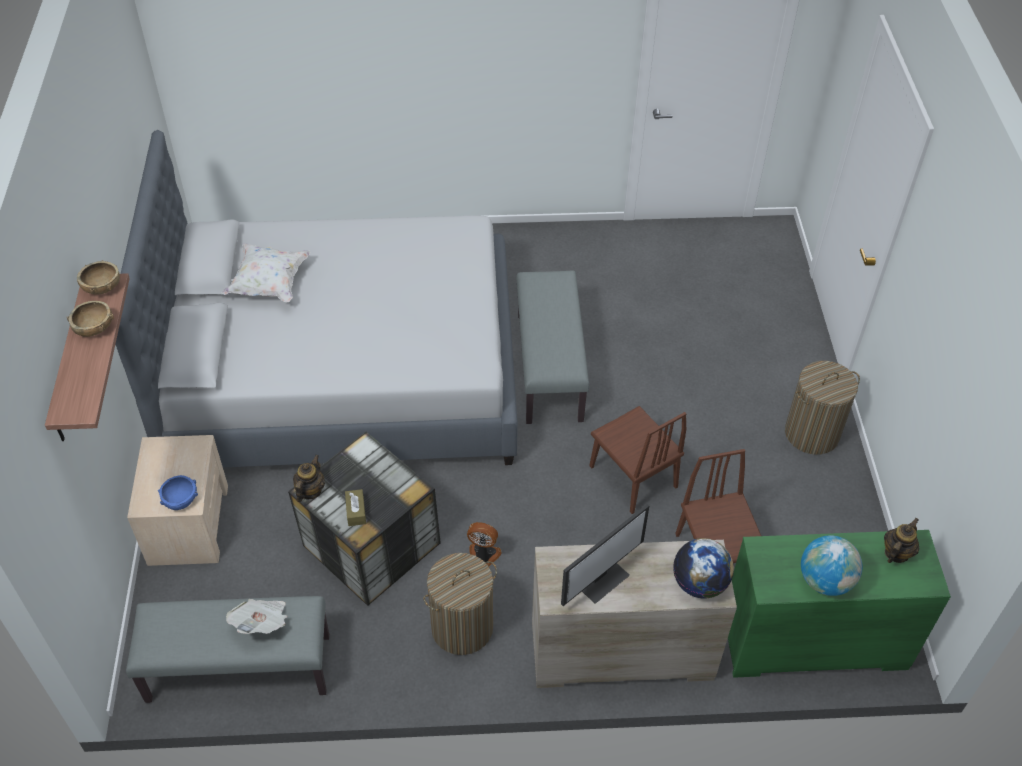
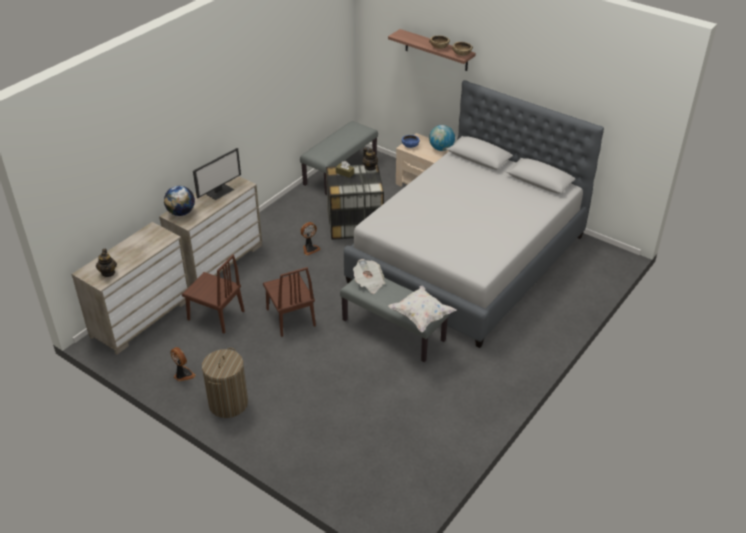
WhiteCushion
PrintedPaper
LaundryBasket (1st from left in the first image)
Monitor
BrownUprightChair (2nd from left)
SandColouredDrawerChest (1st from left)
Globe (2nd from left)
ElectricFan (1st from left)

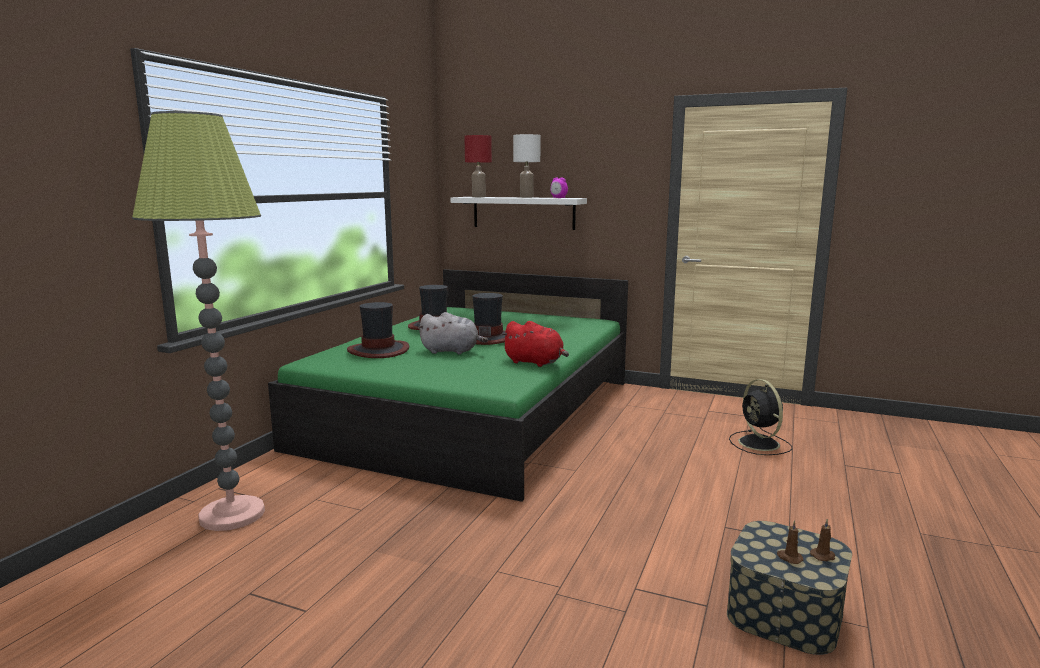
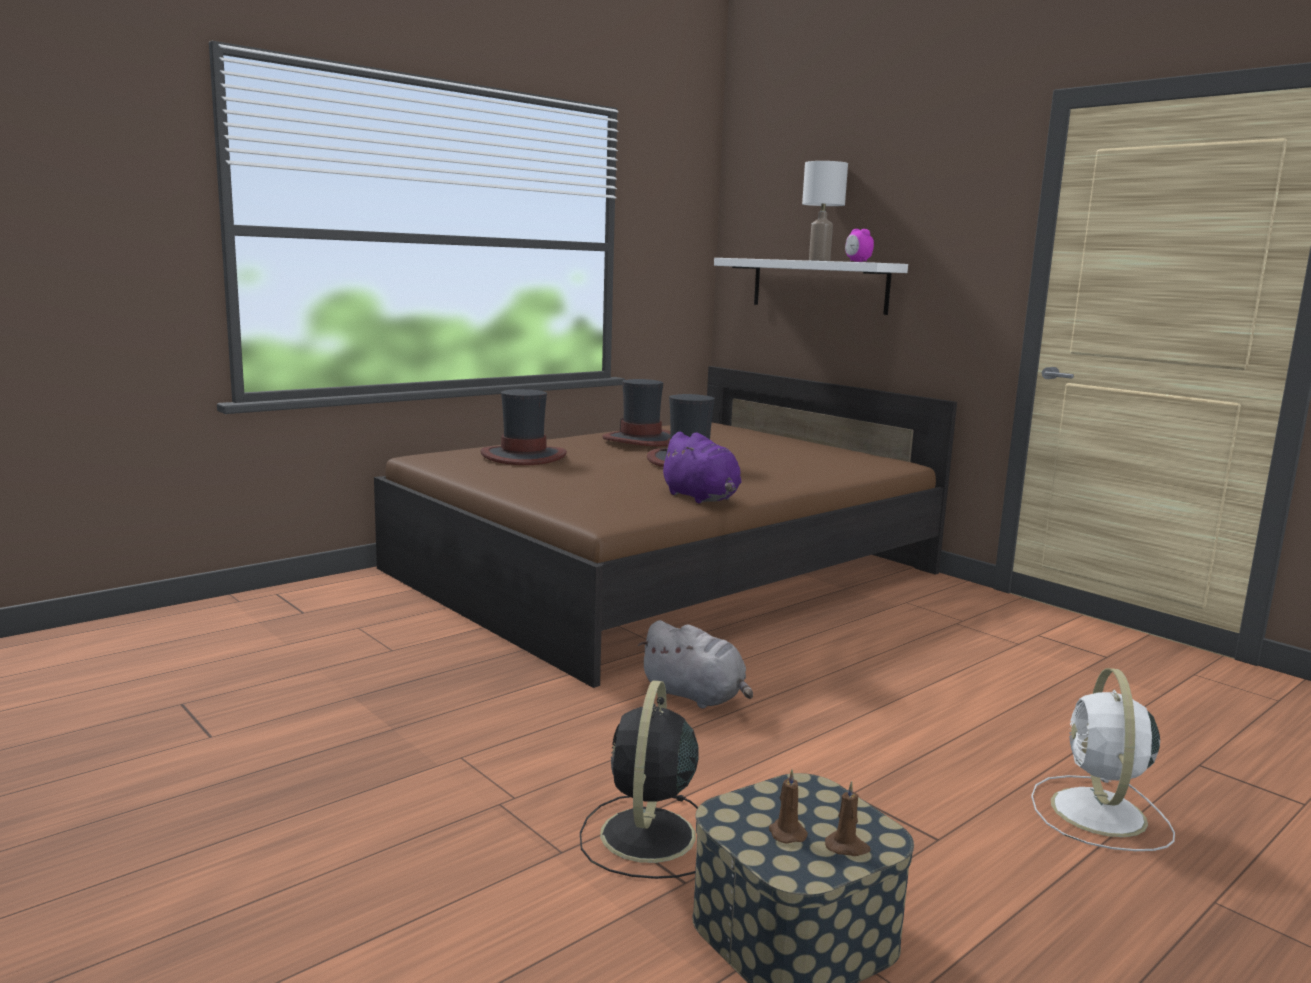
StandardLamp
BrownSleepingBed
GrayPlushToy
RedLampForATable
PurpleColouredPlushToy
BlackElectricFan
WhiteElectricFan

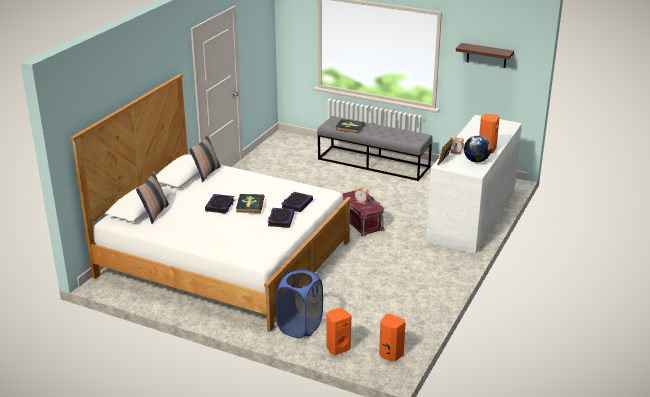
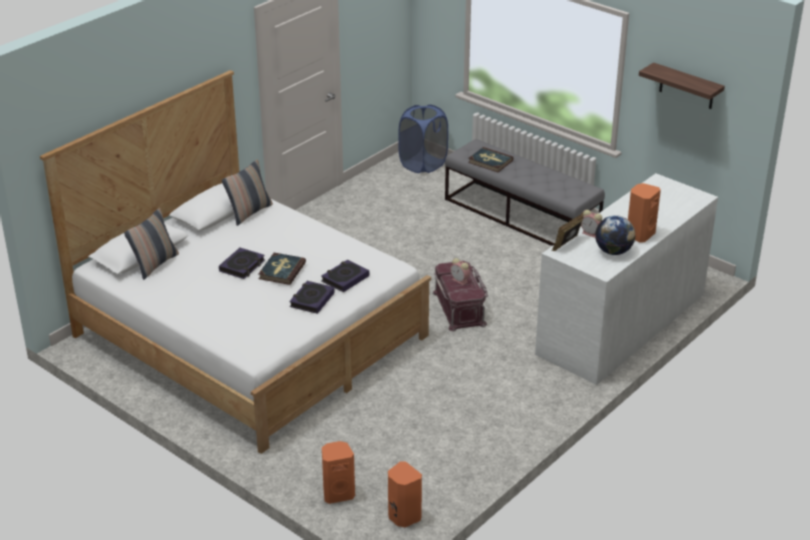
BlueColouredLaundryBasket

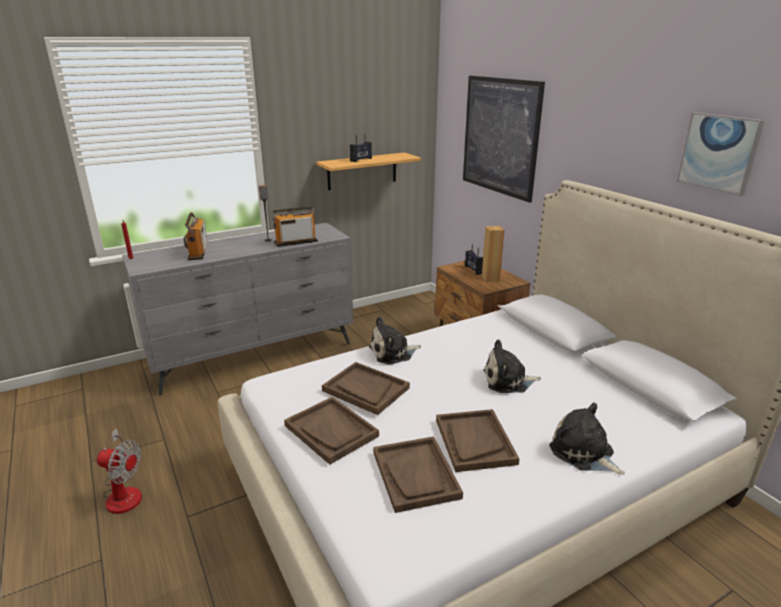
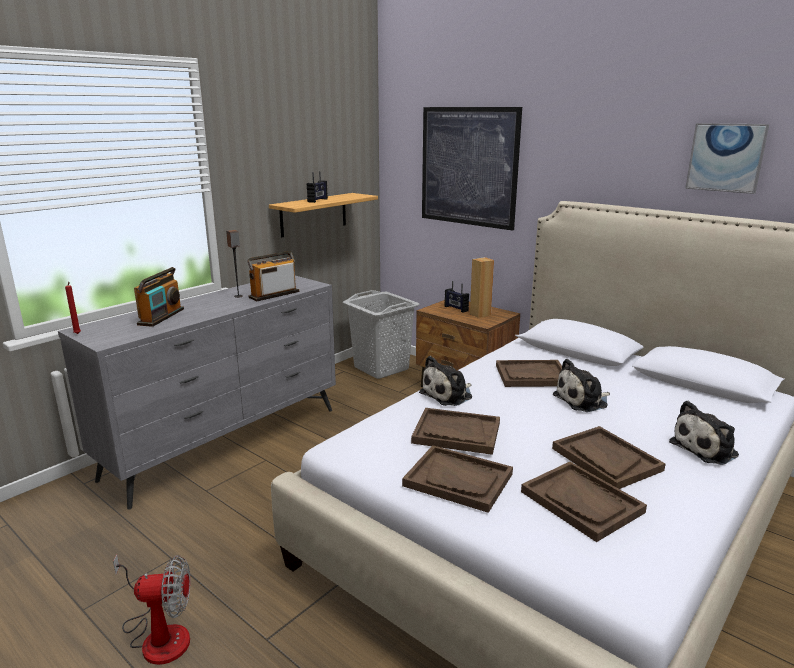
RadioSet (1st from left)
PlushToy (3rd from left)
GrayLaundryBasket
BrownCarryingTray (3rd from left)

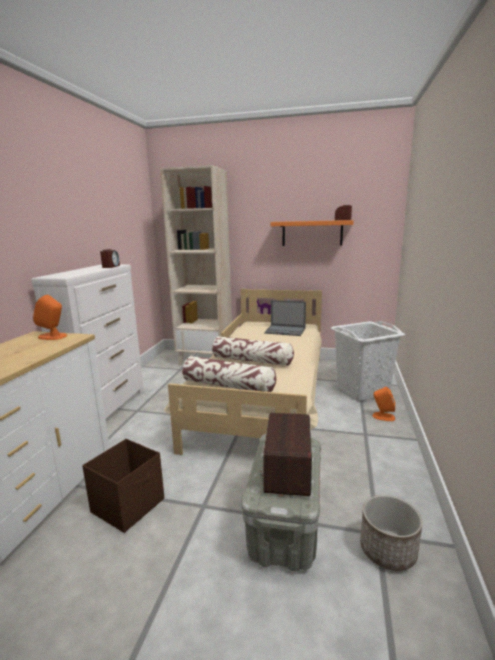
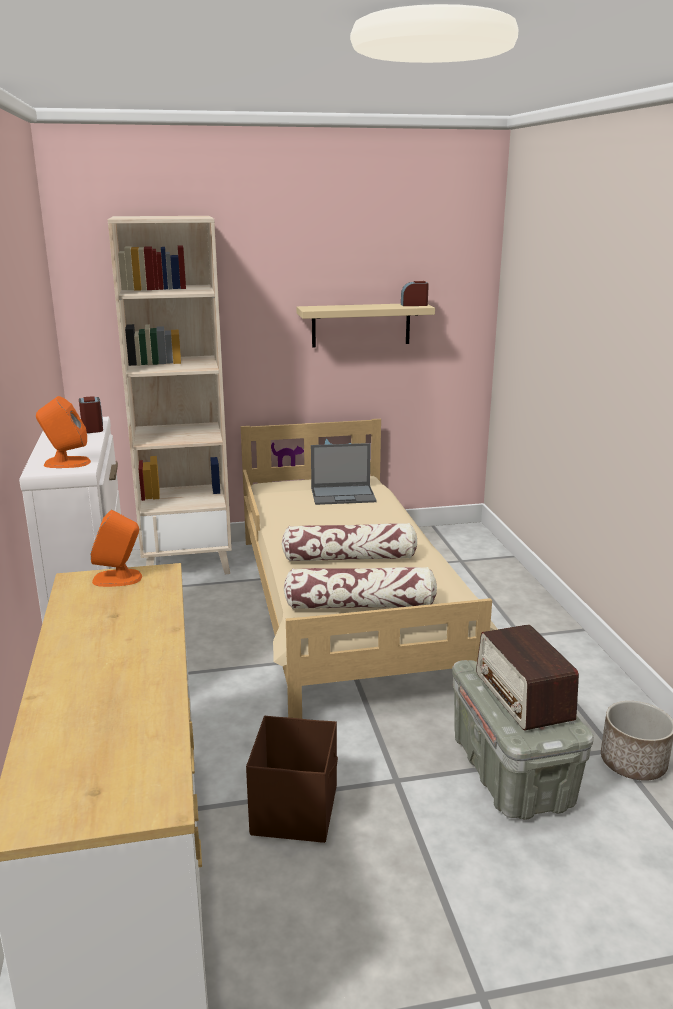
SandColouredWallShelf
WhiteLaundryBasket
OrangeColouredLoudspeaker (1st from left)

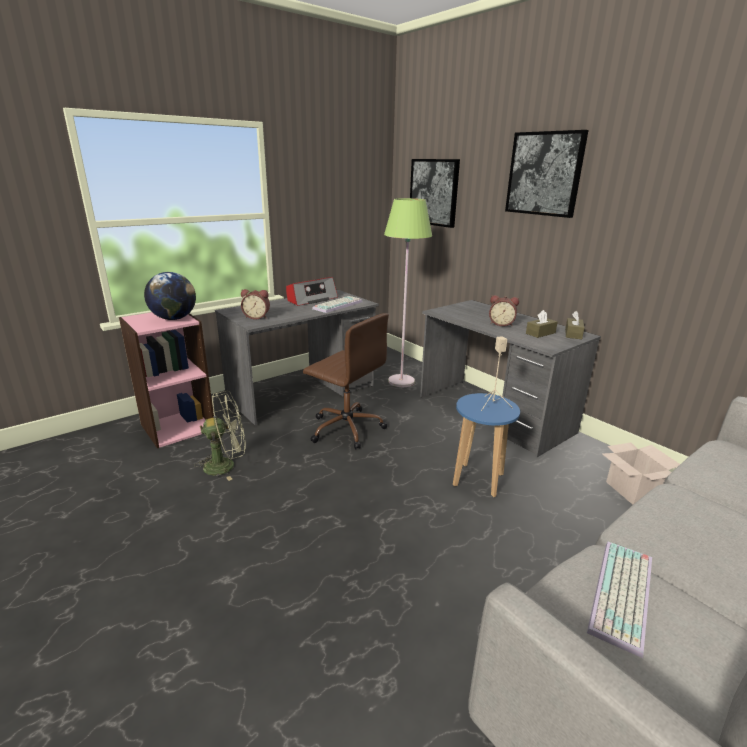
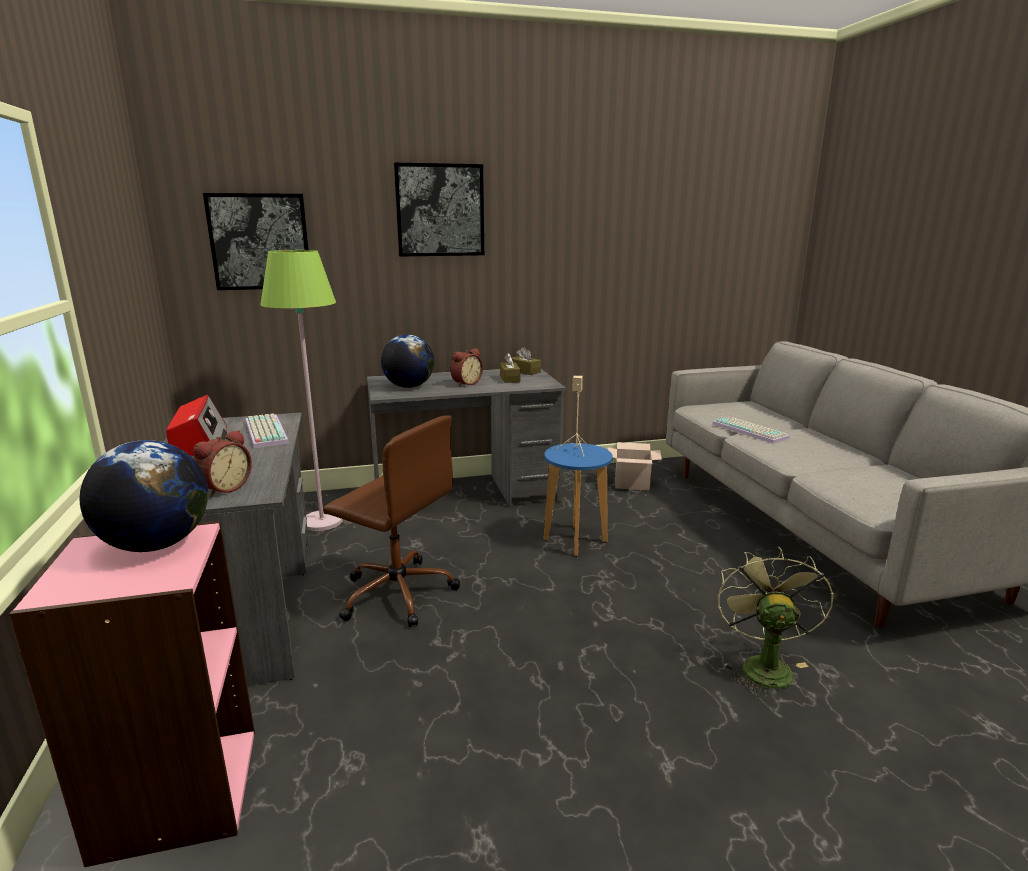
GreenElectricFan
BrownComputerChair
ComputerKeyboard (2nd from left)
Globe (2nd from left)

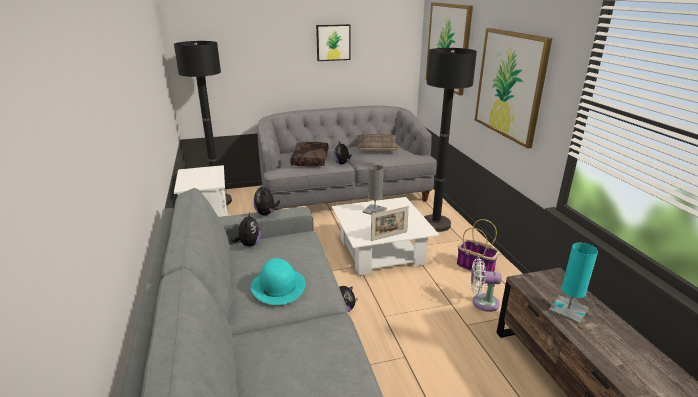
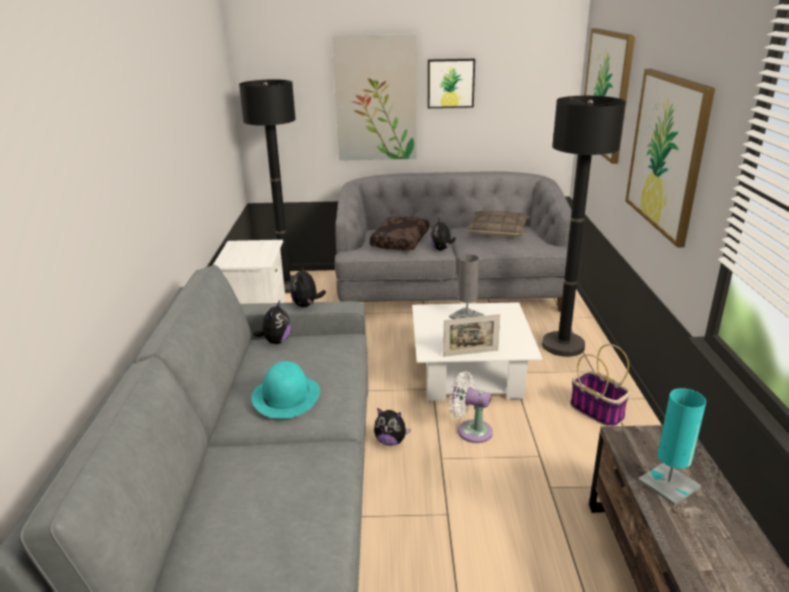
WhiteElectricFan
Picture (1st from left)

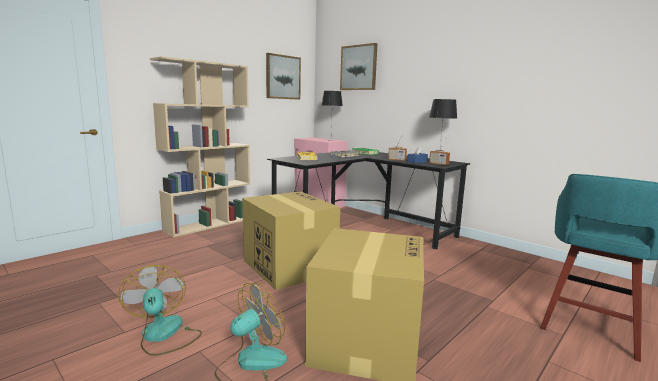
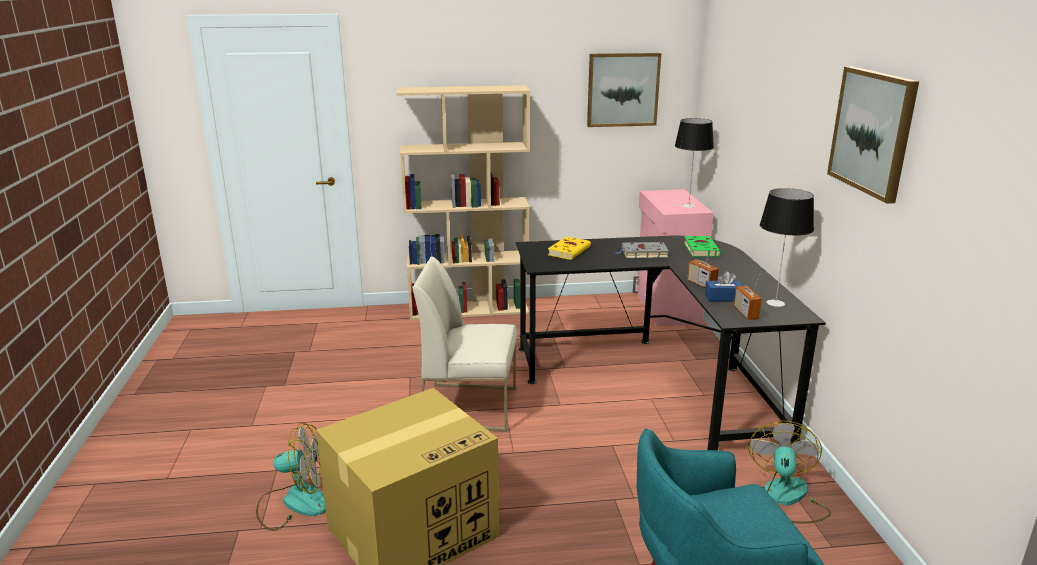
ElectricFan (2nd from left)
WhiteUprightChair
Picture (2nd from left)

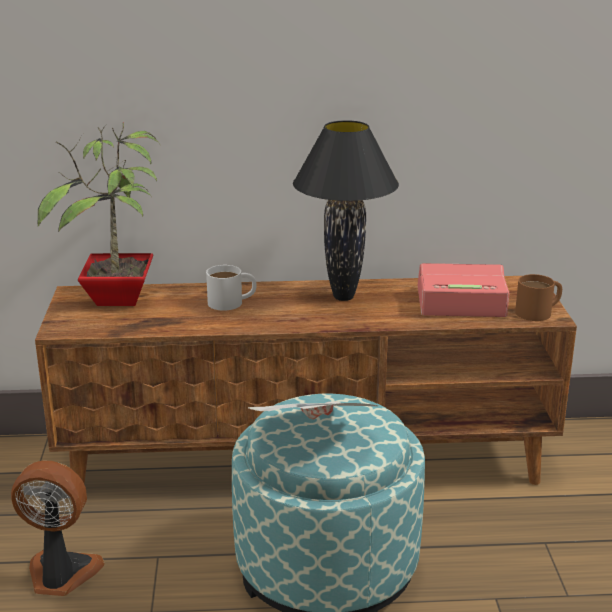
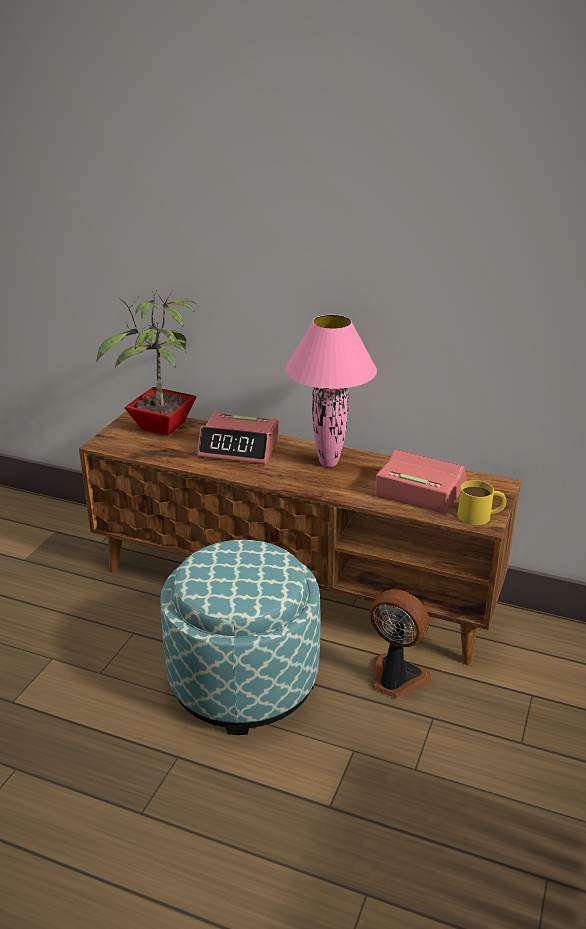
ElectricFan
BedsideClock (1st from left)
PrintedPaper
PinkColouredLampForATable
YellowishCoffeeMug

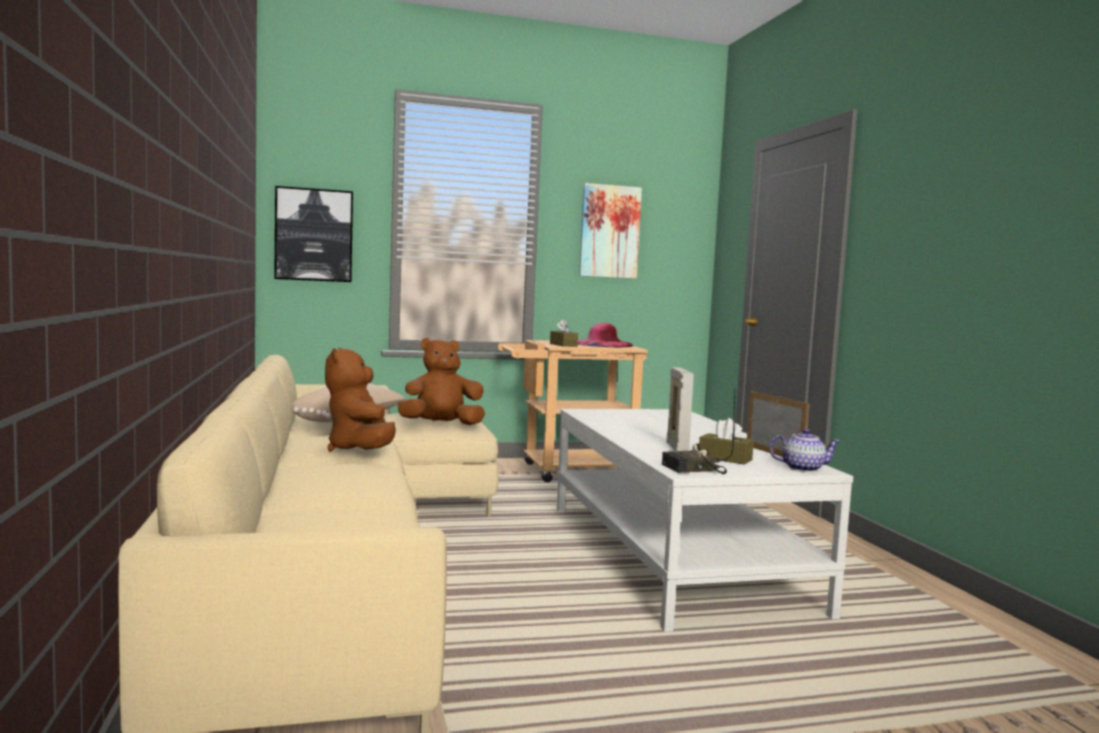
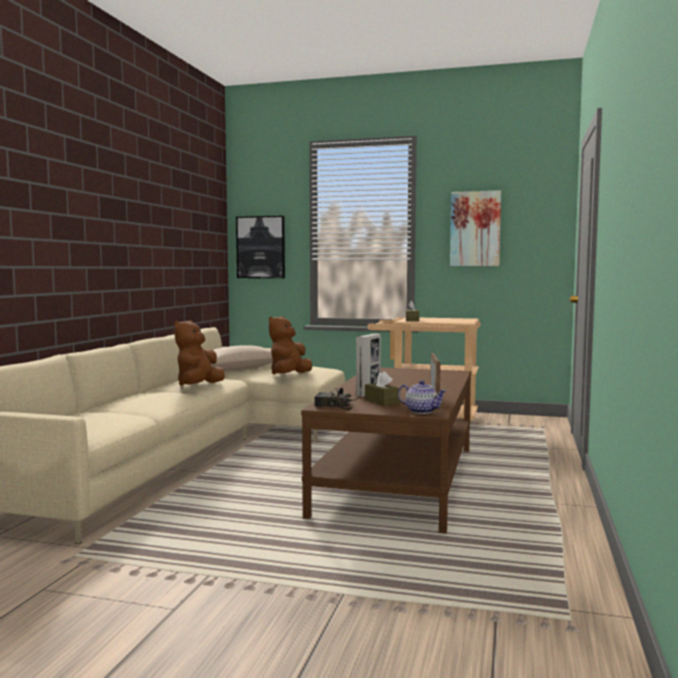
BrownPlushToy (2nd from left)
BrownCoffeeTable
PinkColouredClothingHat

